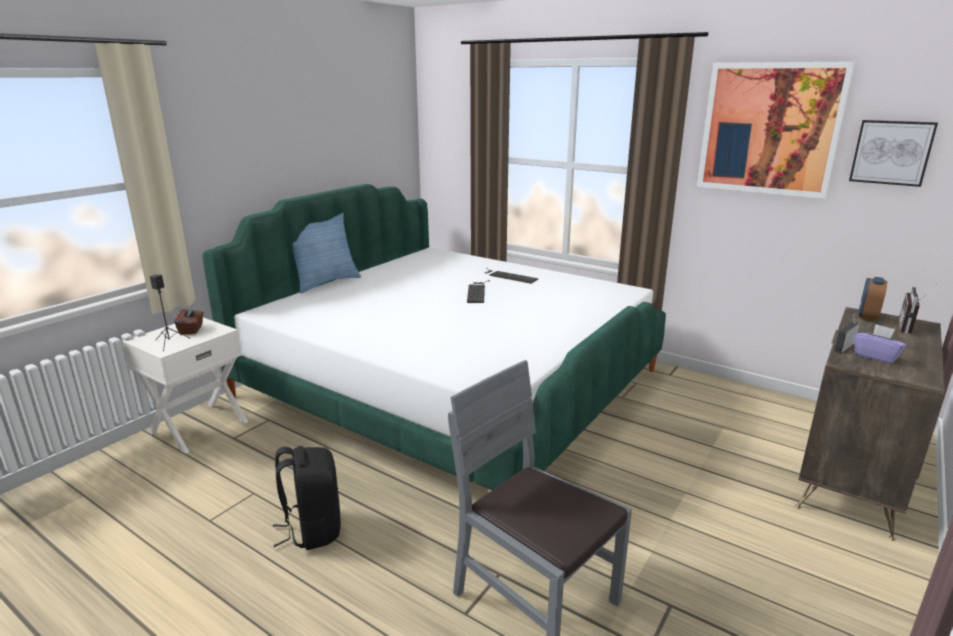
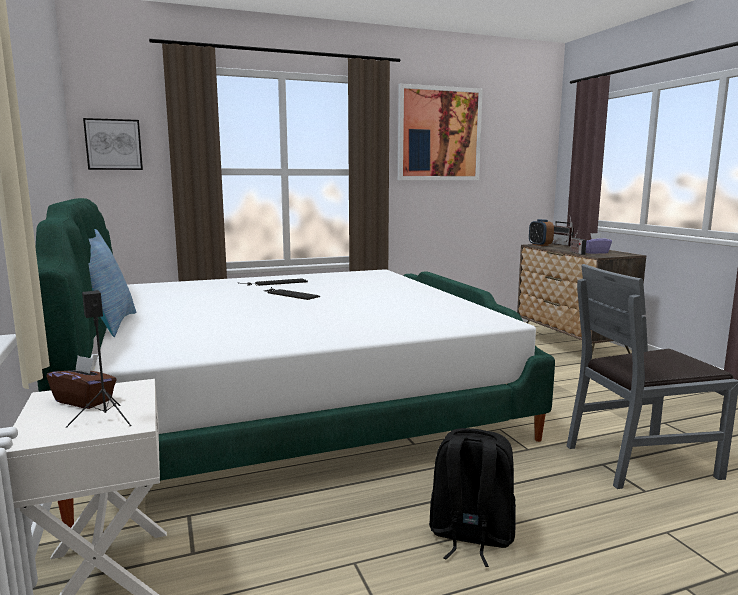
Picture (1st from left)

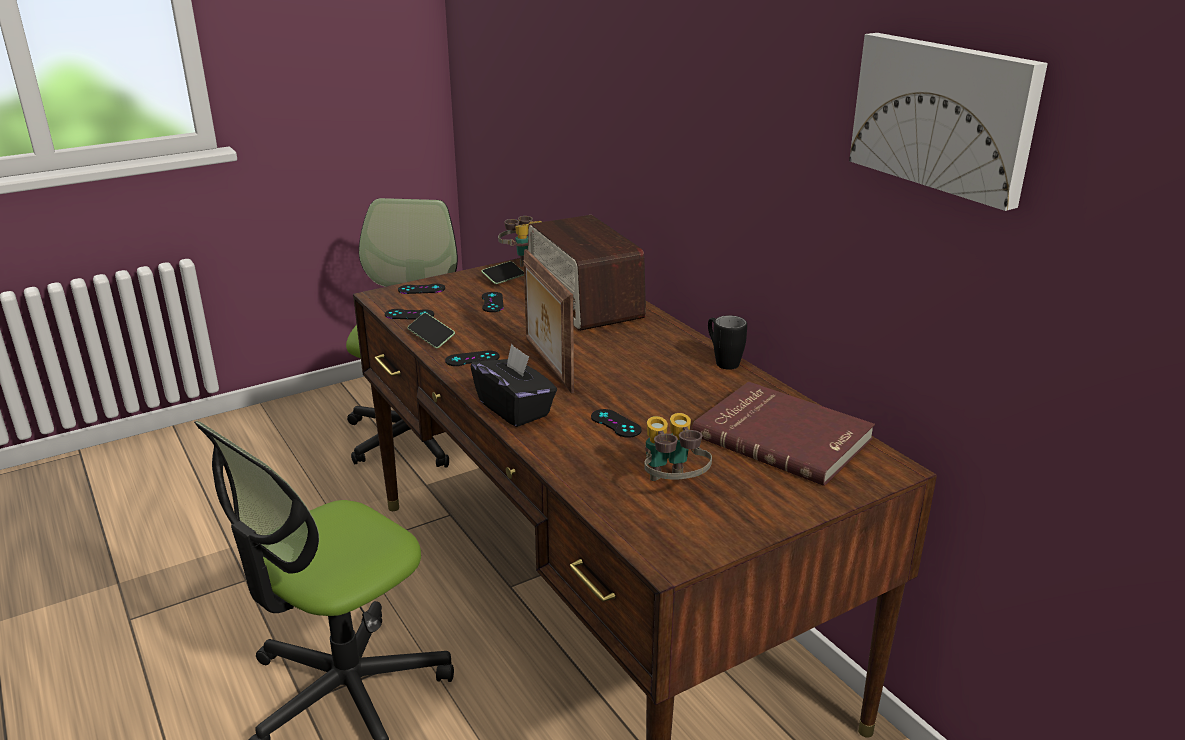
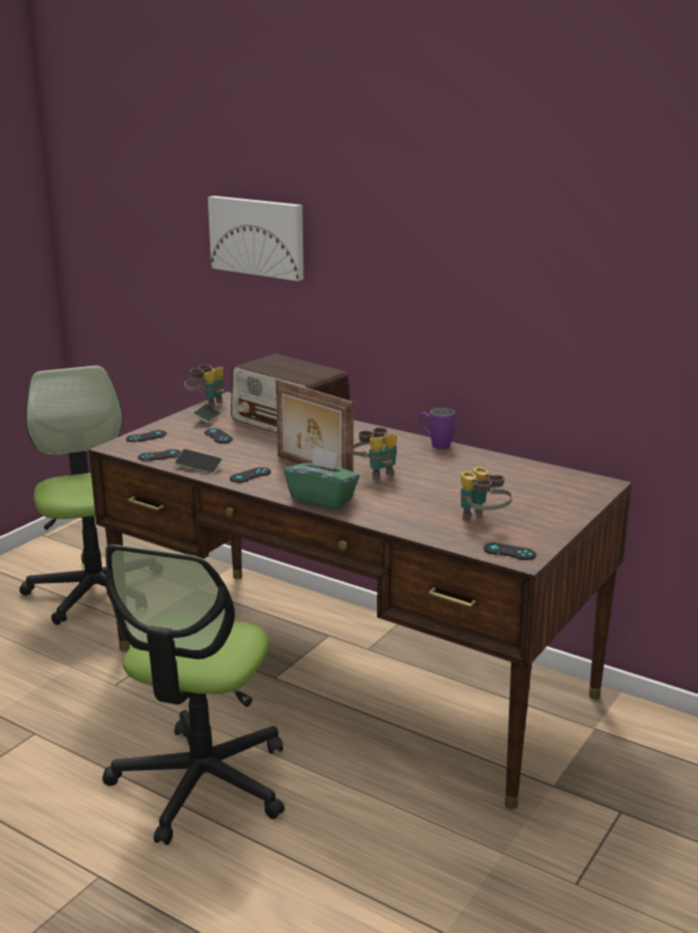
GreenTissueHolder
BlackGamepad (5th from left)
RedBoundBook
PurpleColouredCoffeeMug
Picture
PairOfBinoculars (2nd from left)

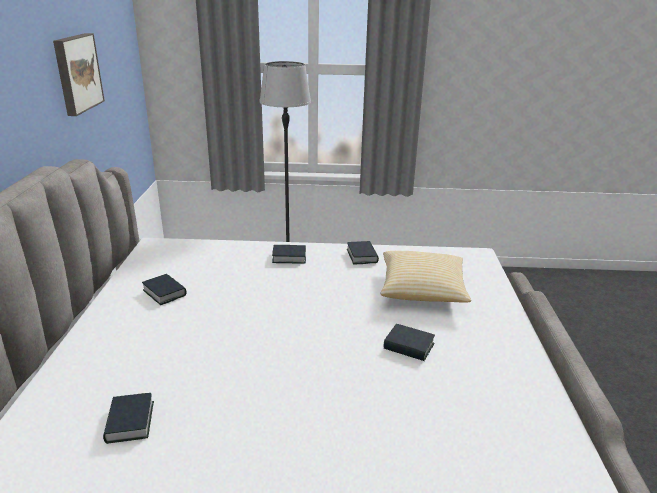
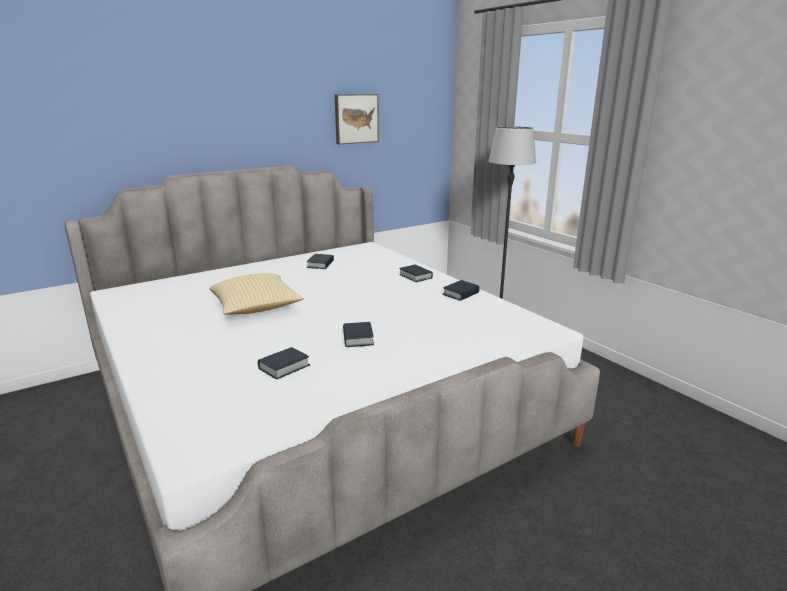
BoundBook (1st from left)
Cushion

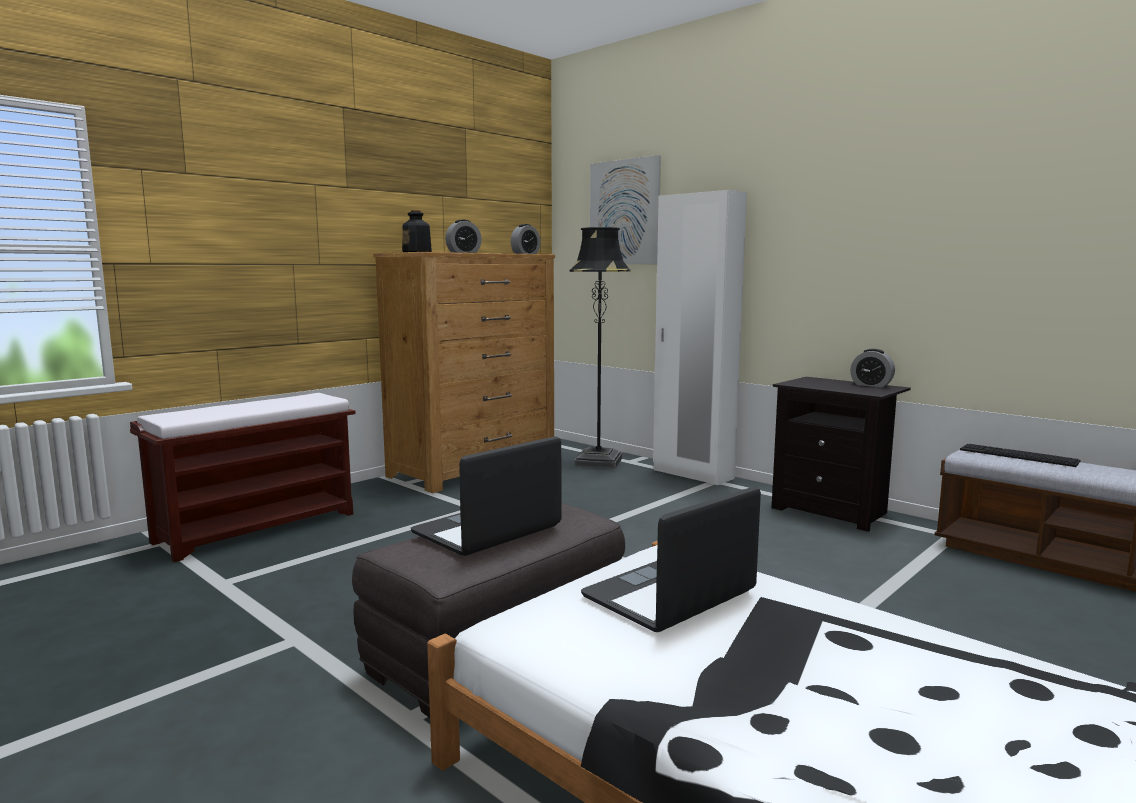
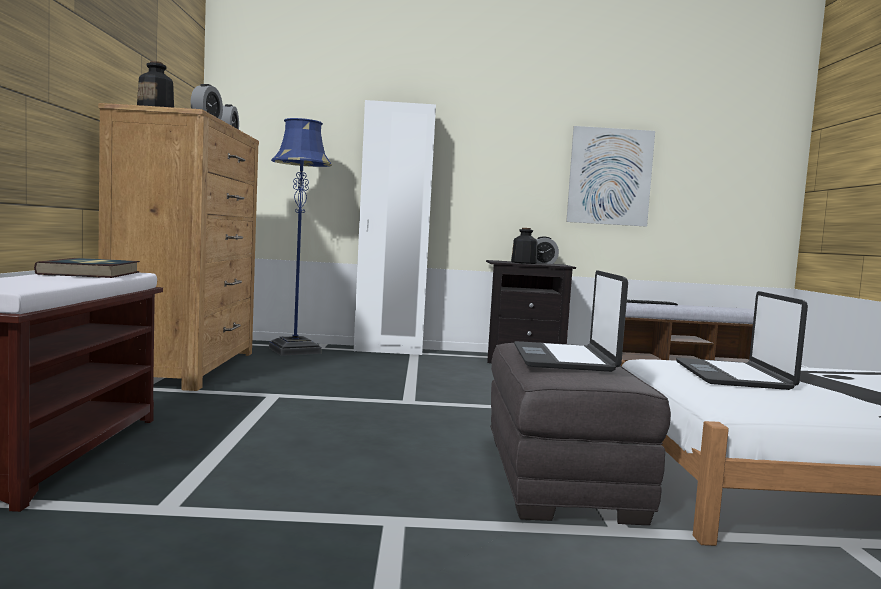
BlueColouredStandardLamp
Picture
BoundBook
BeverageBottle (2nd from left)

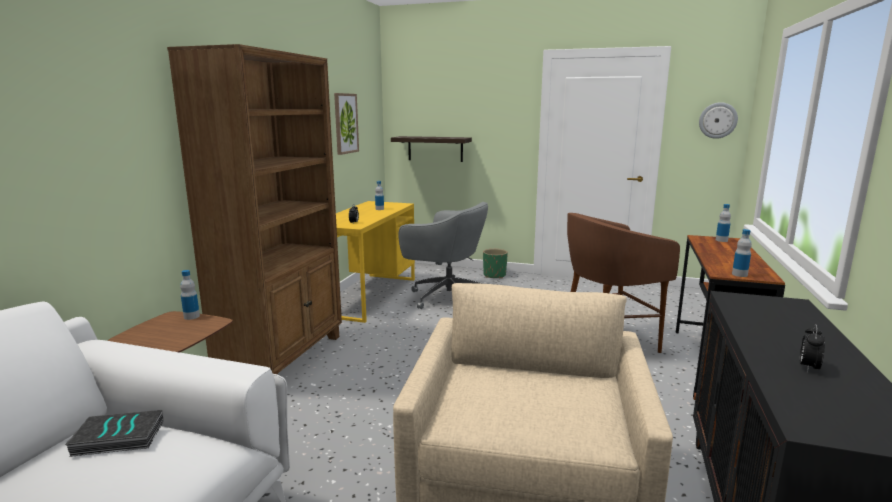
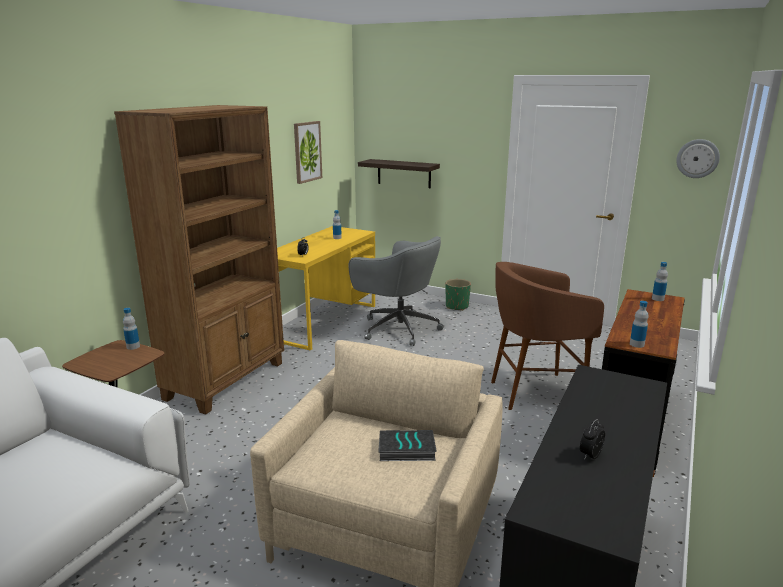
BoundBook

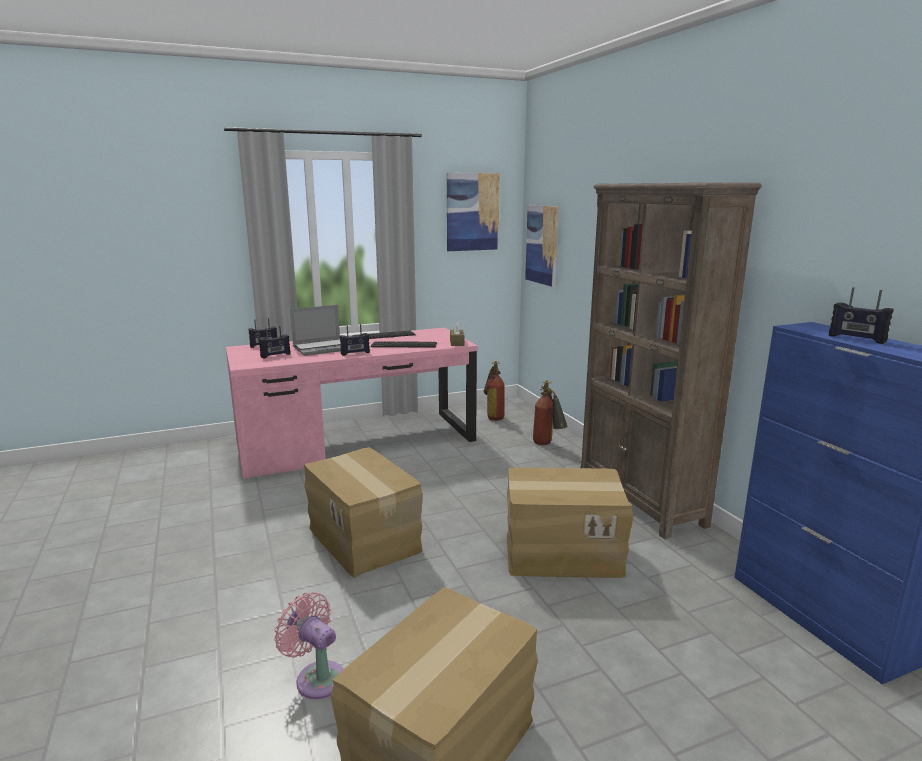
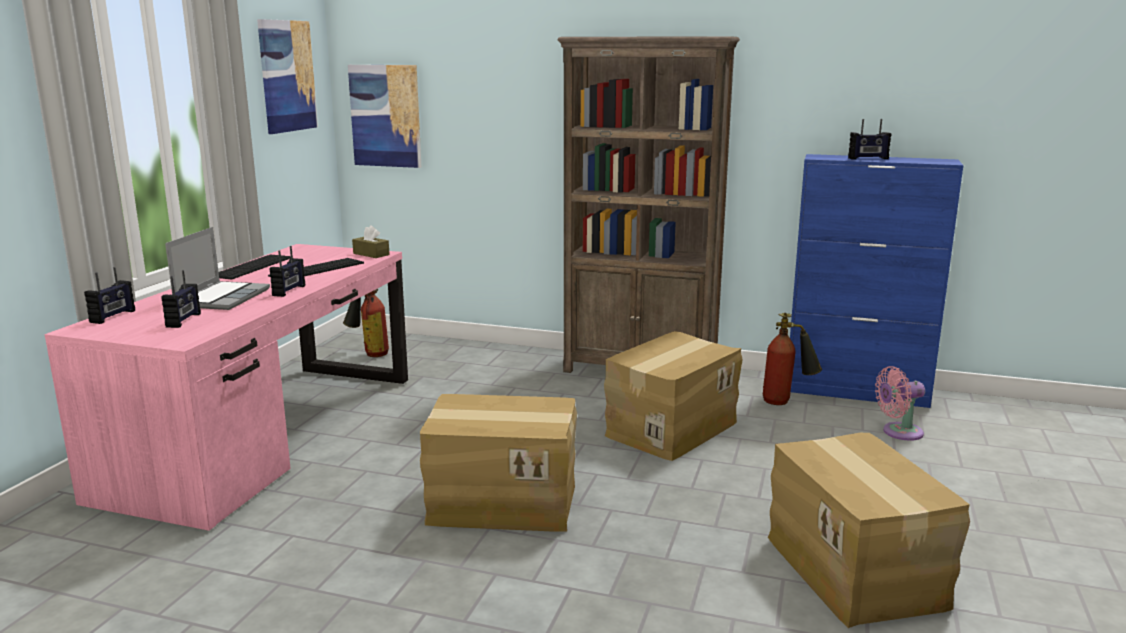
PinkColouredElectricFan
FireExtinguisher (2nd from left)

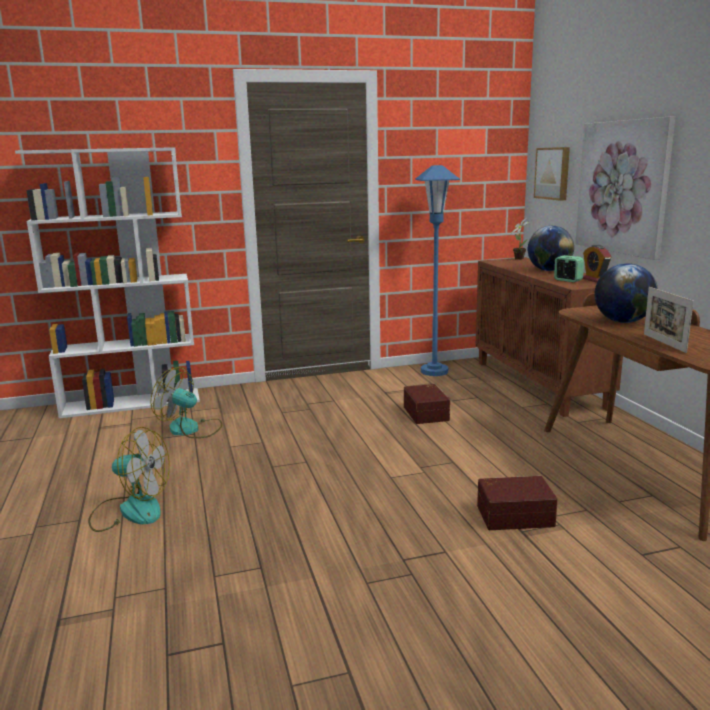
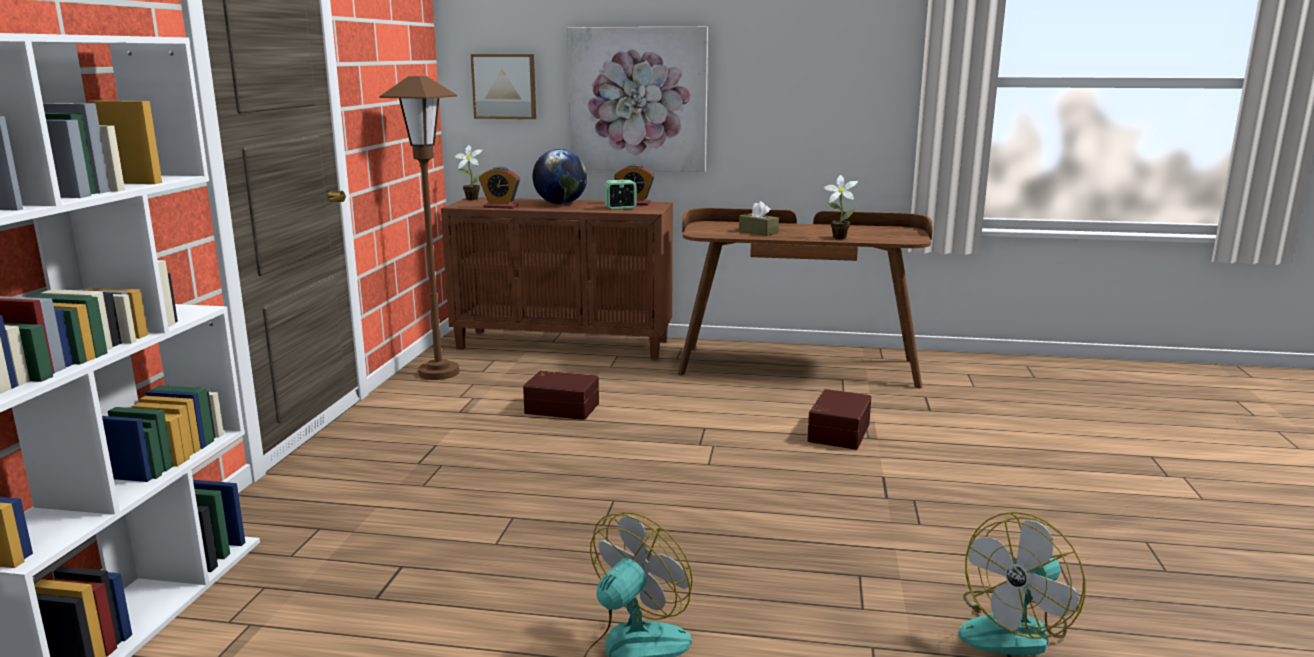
ElectricFan (2nd from left)
BrownStandardLamp
BrownTissueHolder
Houseplant (2nd from left)
BedsideClock (1st from left)

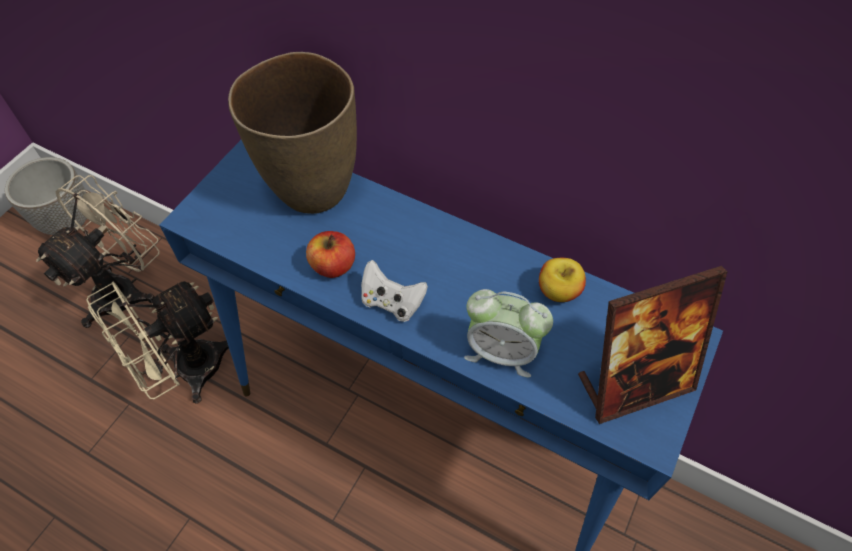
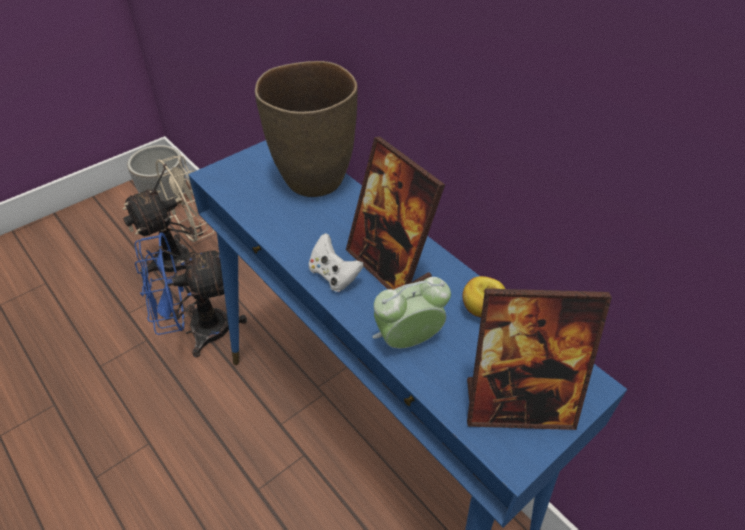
BlueColouredElectricFan
Apple (1st from left in the first image)
BedsideClock
PhotoFrame (1st from left)

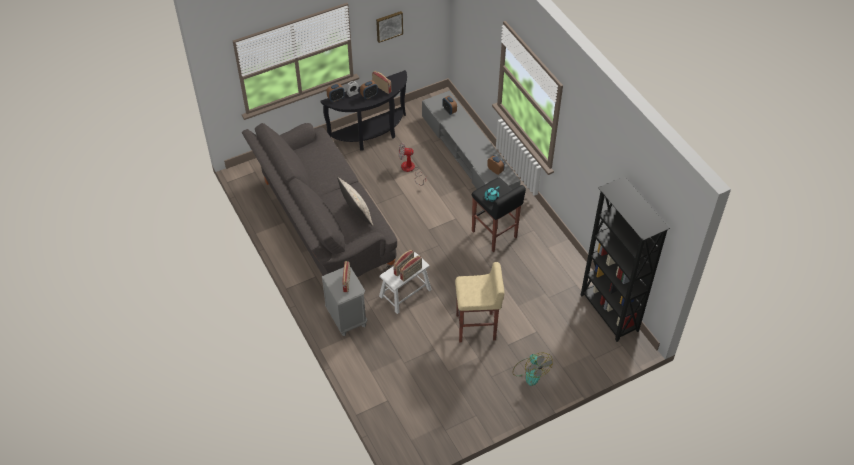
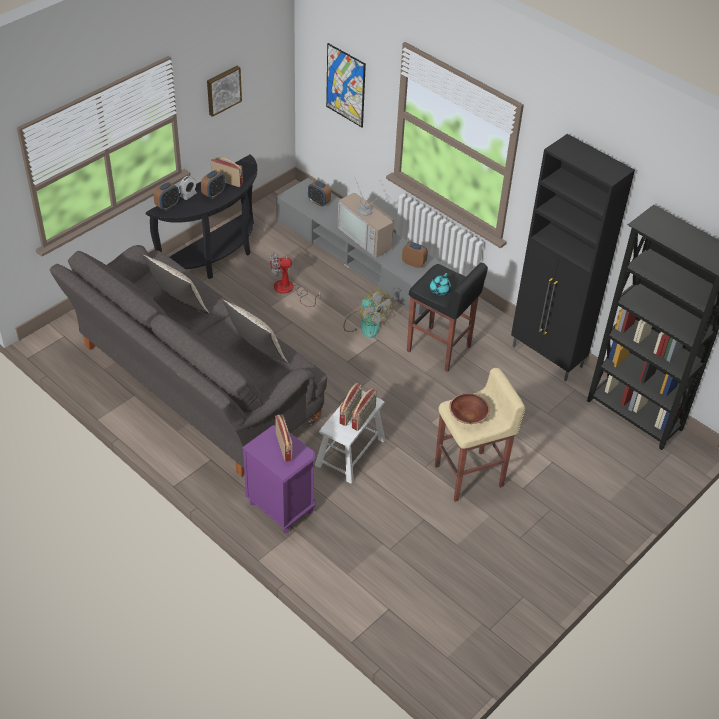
PurpleColouredNightstand
ElectricFan (2nd from left)
SandColouredCushion (1st from left)
Picture (2nd from left)
TvSet
BrownServingBowl
BlackCabinet

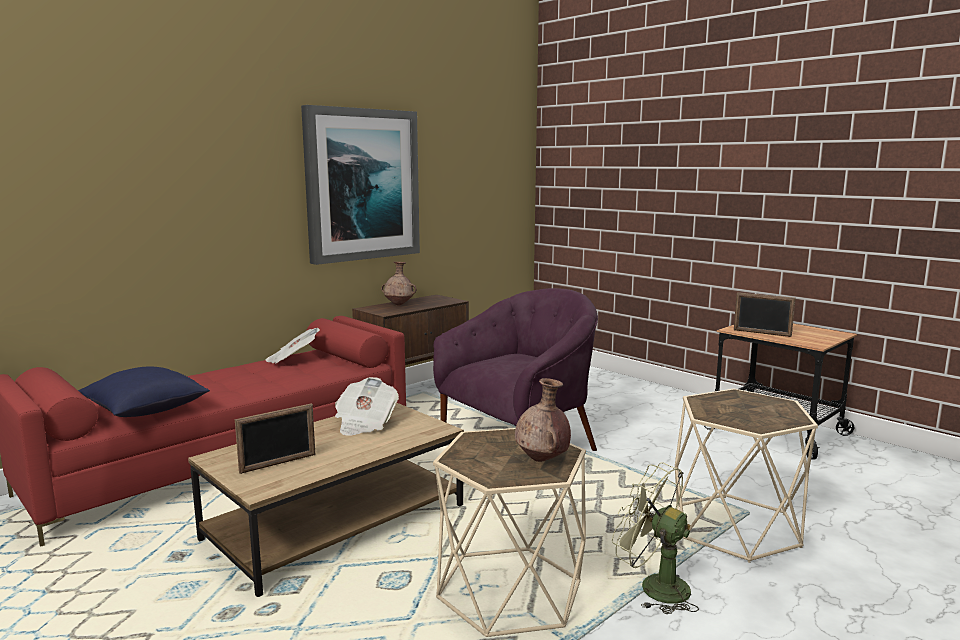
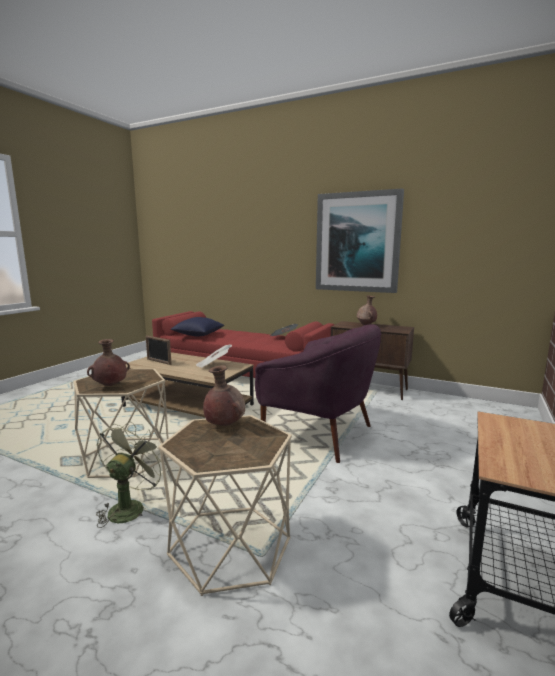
PhotoFrame (2nd from left in the first image)
BrownDecorativeVase (2nd from left)

